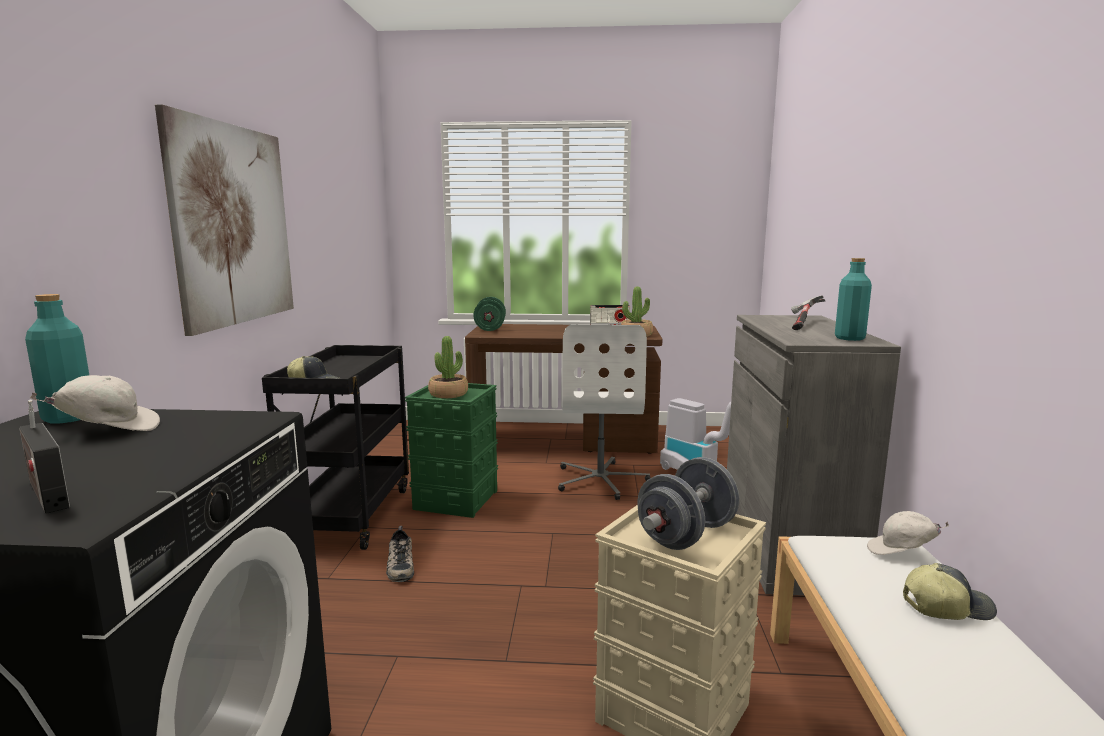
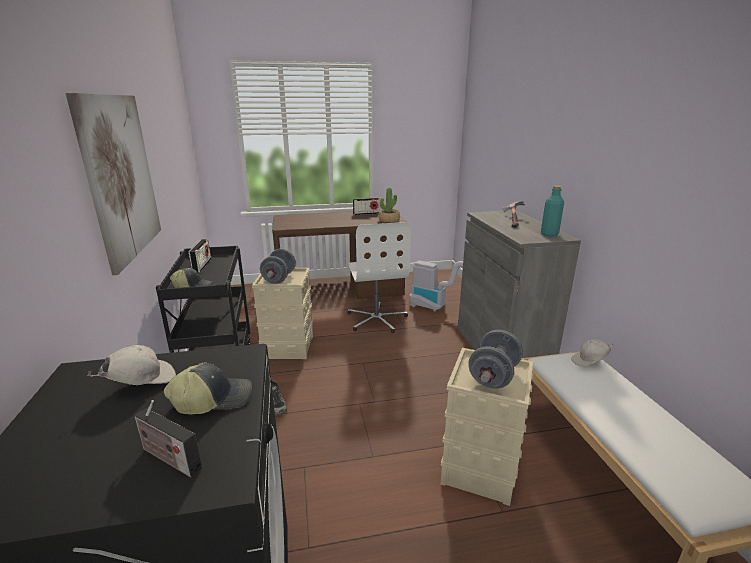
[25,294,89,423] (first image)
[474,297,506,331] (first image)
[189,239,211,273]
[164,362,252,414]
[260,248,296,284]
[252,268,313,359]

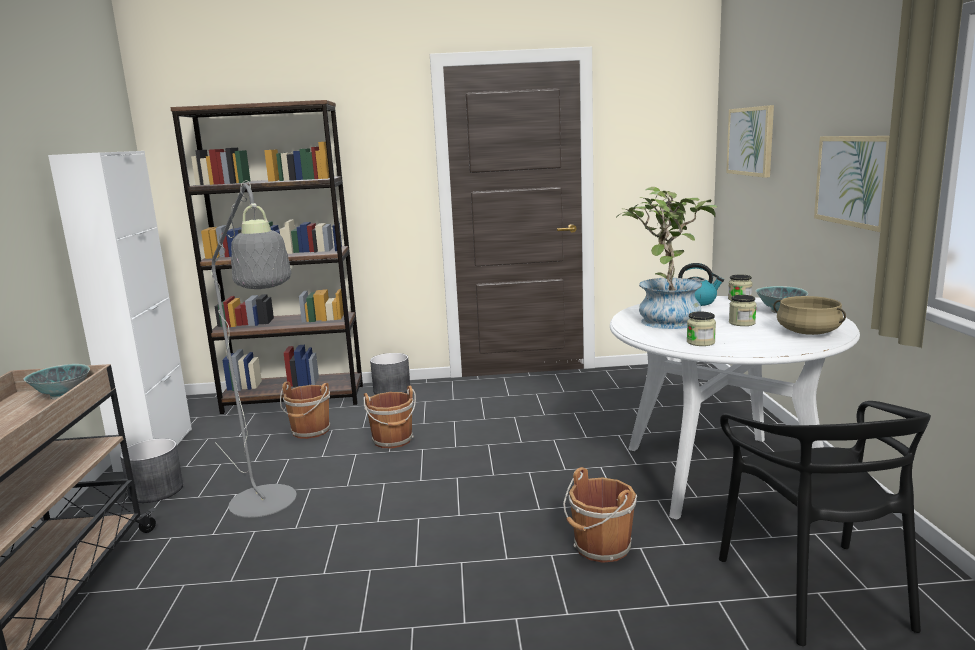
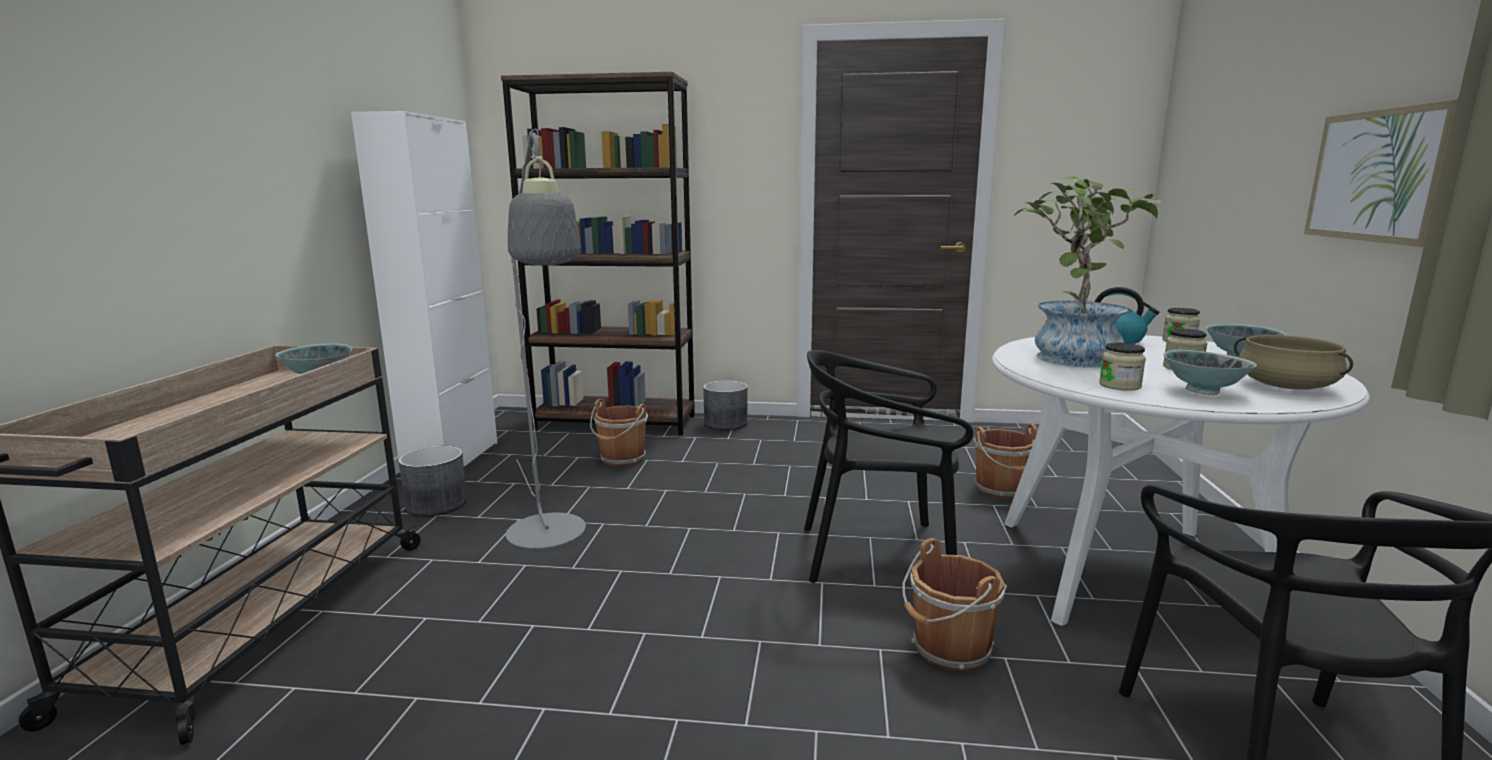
[726,105,774,178] (first image)
[804,350,973,583]
[1163,350,1257,395]
[974,424,1038,499]

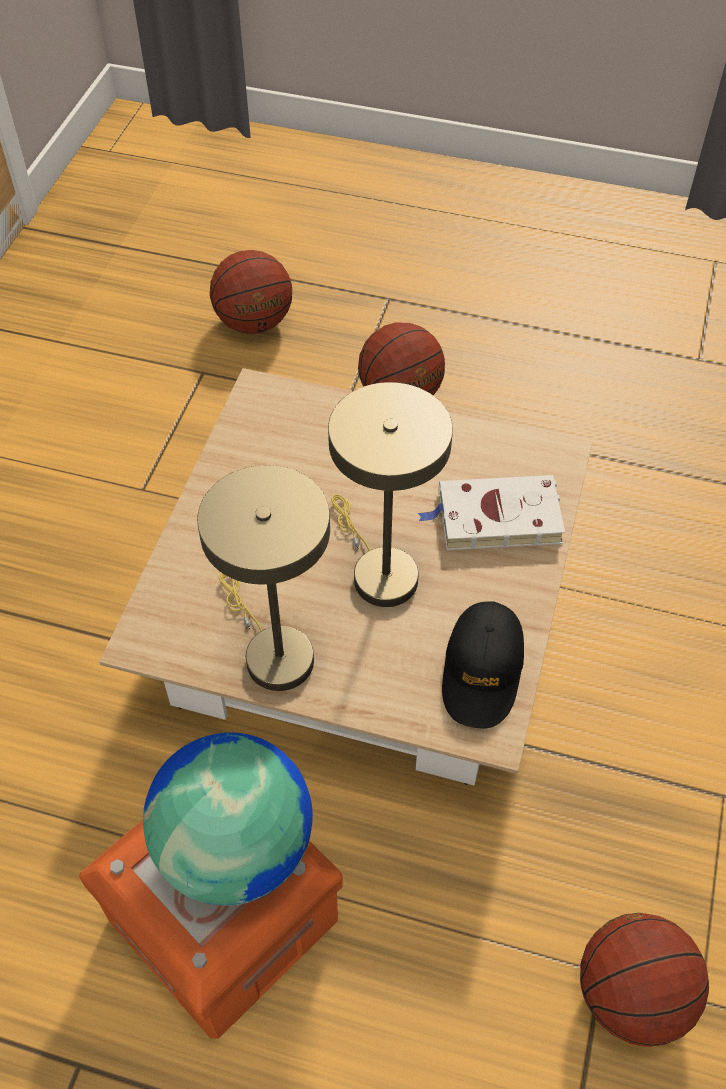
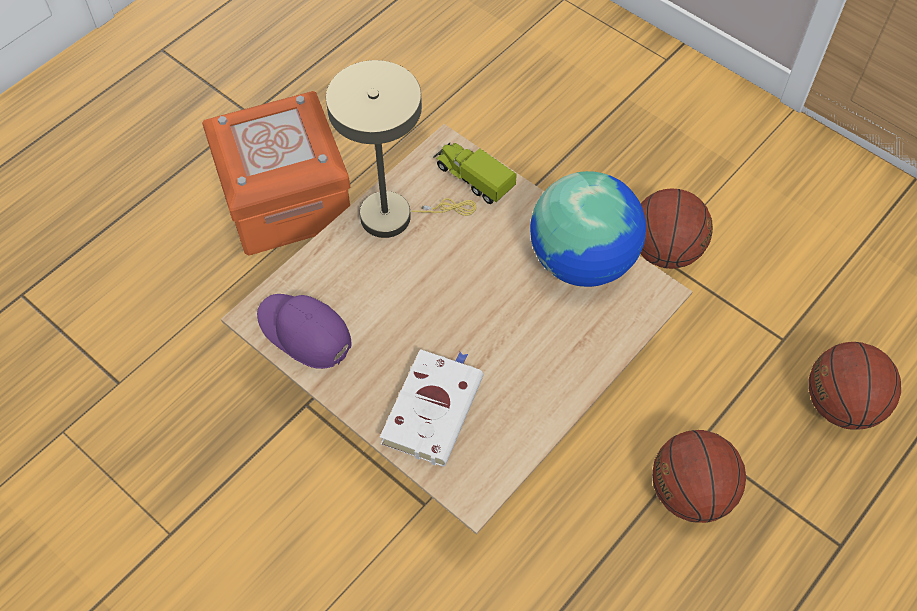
[328,382,453,607] (first image)
[433,143,517,204]
[530,171,646,287]
[640,188,713,269]
[257,294,351,369]

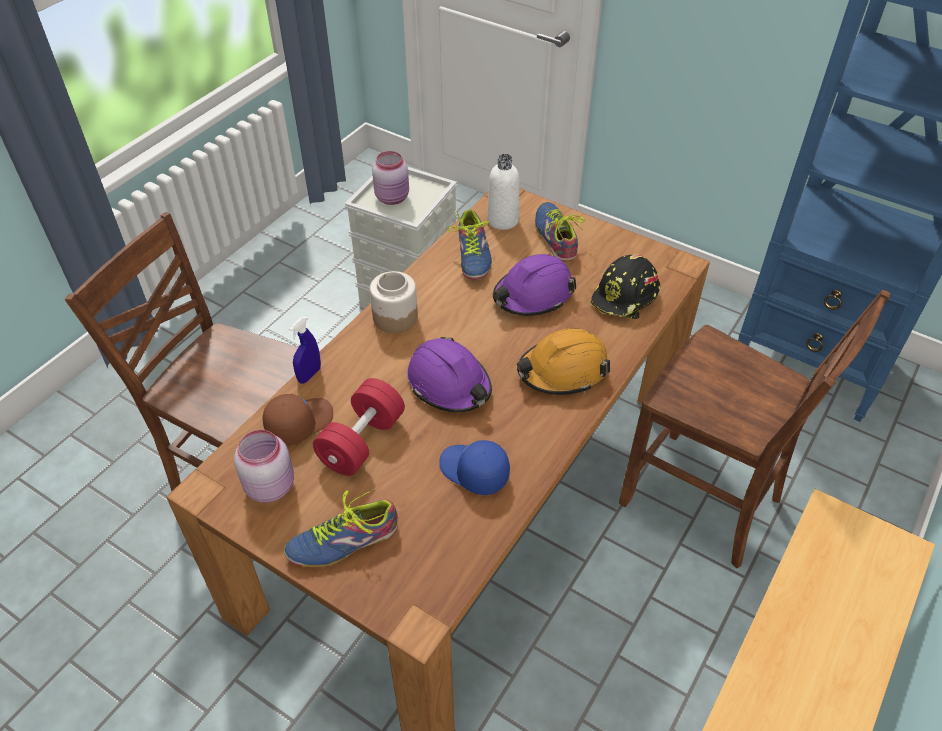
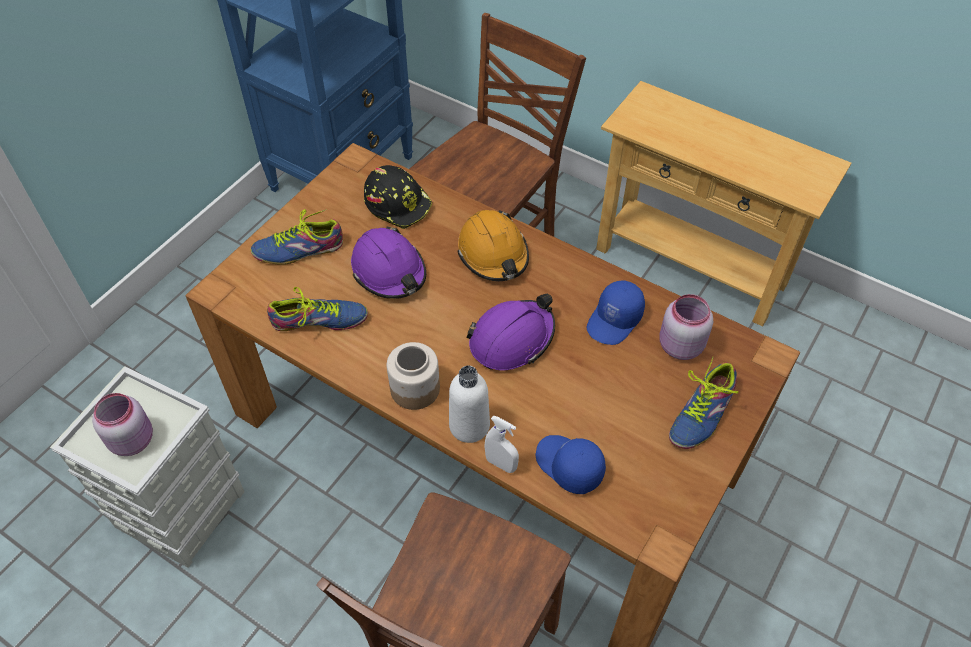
[313,378,405,476] (first image)
[659,294,713,360]
[449,366,490,443]
[536,435,606,494]
[484,416,519,473]
[669,357,739,449]

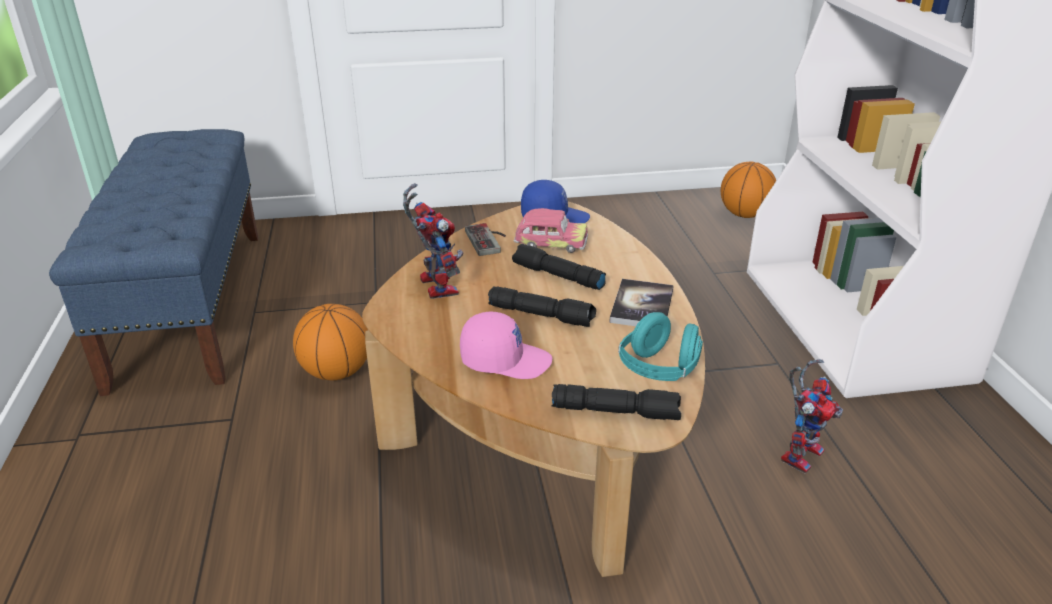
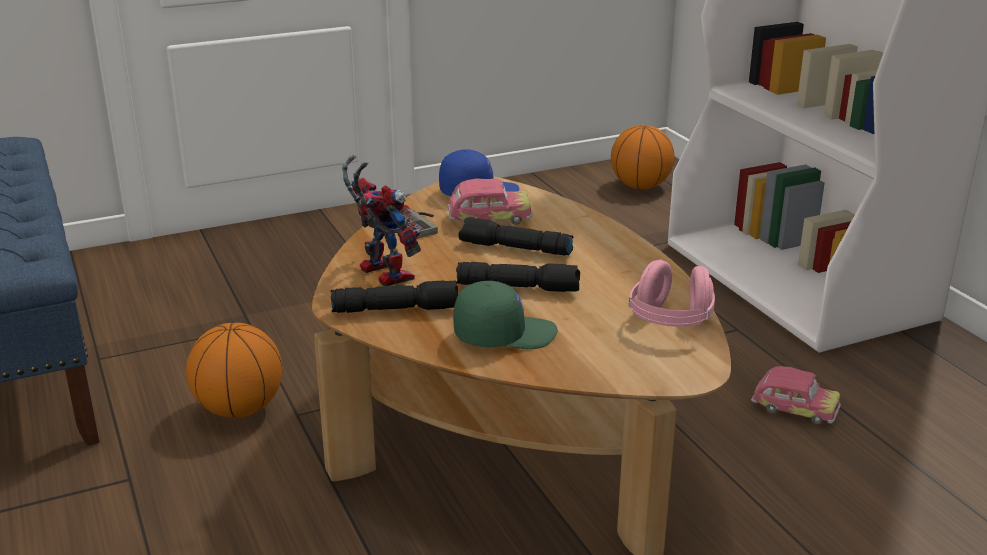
[609,279,674,326] (first image)
[331,280,458,313]
[751,366,841,425]
[453,281,558,349]
[629,260,715,327]

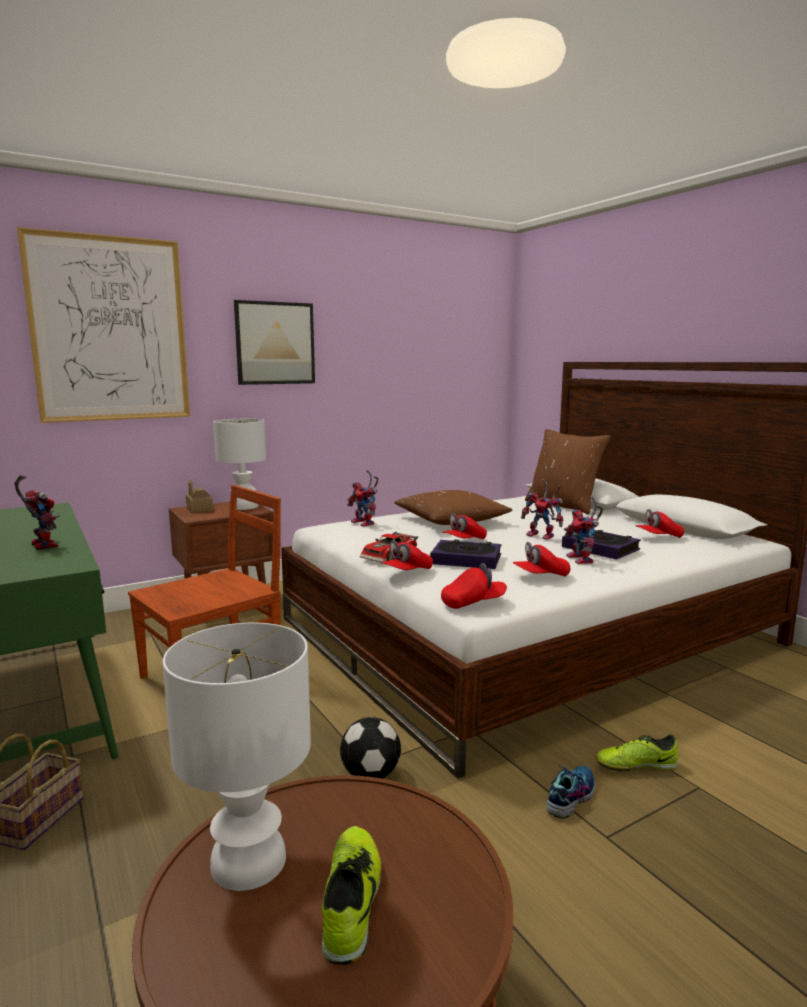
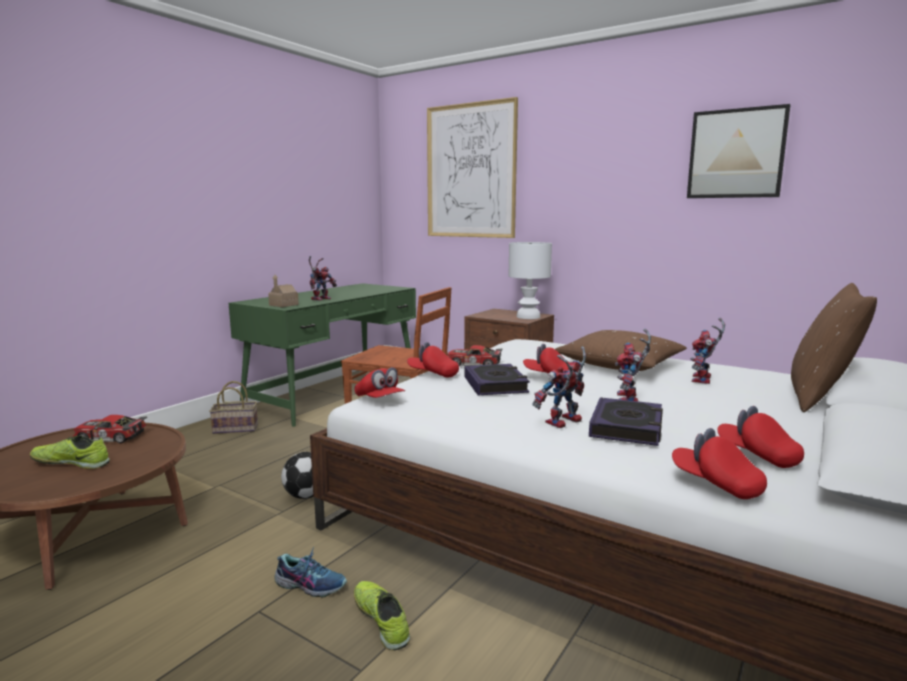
[268,275,299,307]
[687,104,791,198]
[691,318,725,384]
[672,428,767,499]
[73,415,147,443]
[30,436,110,469]

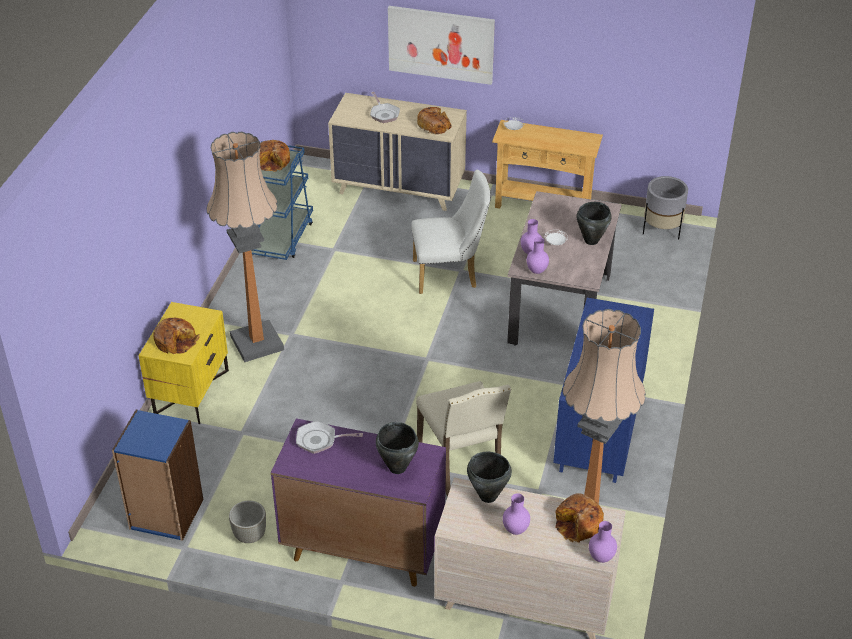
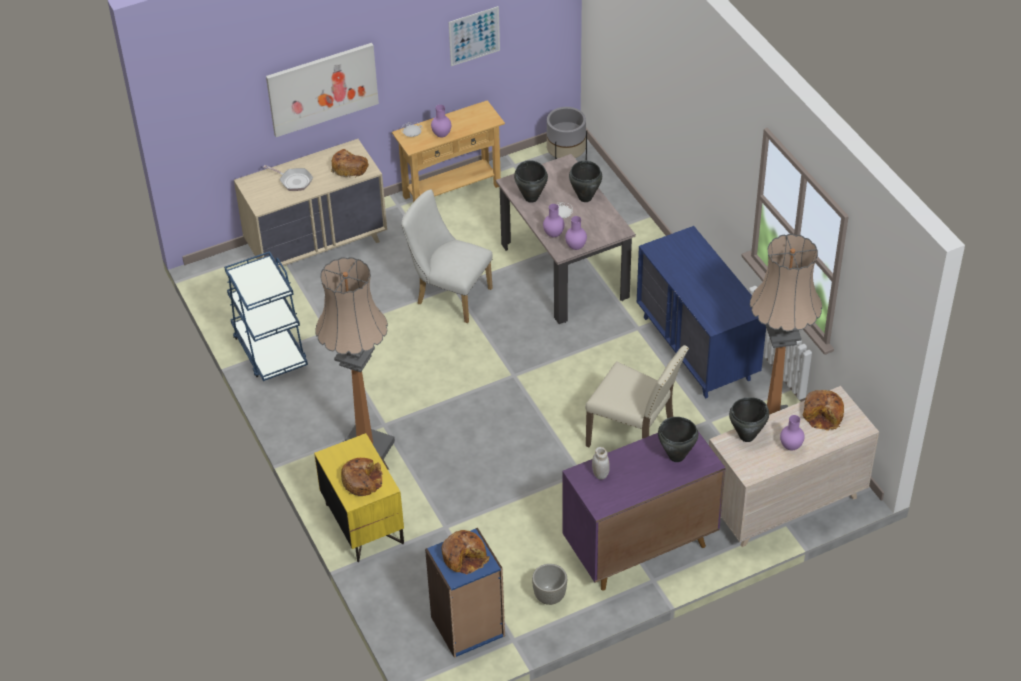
[449,6,500,66]
[514,160,548,203]
[442,530,490,574]
[431,105,451,138]
[592,447,610,480]
[401,189,493,323]

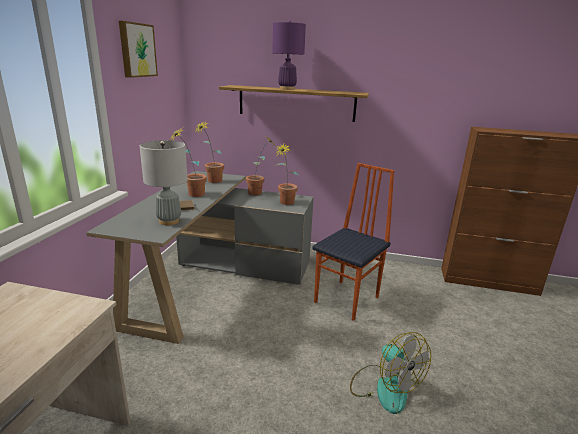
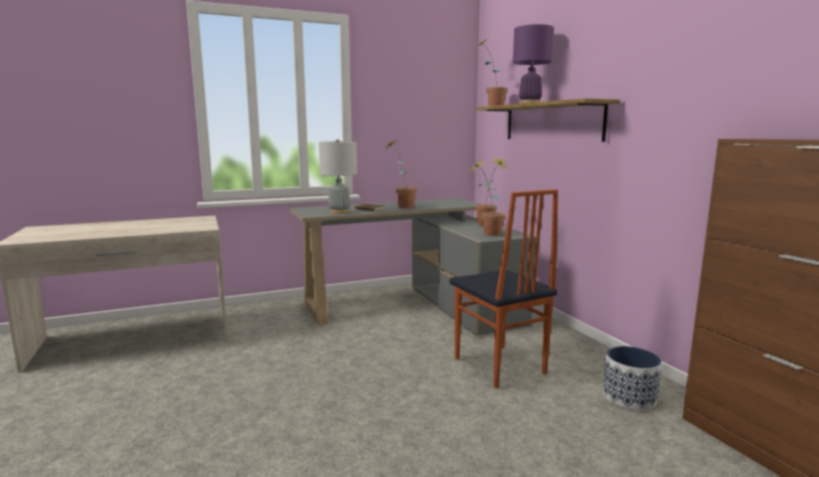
[119,21,158,78] (first image)
[350,332,431,414] (first image)
[603,346,662,411]
[477,38,508,106]
[450,189,558,388]

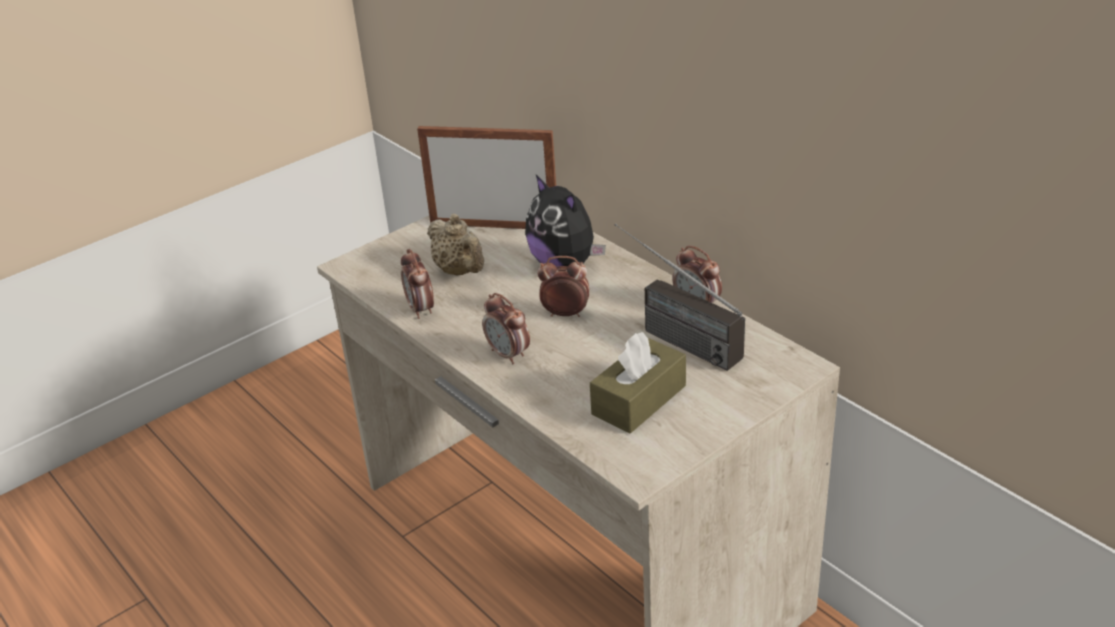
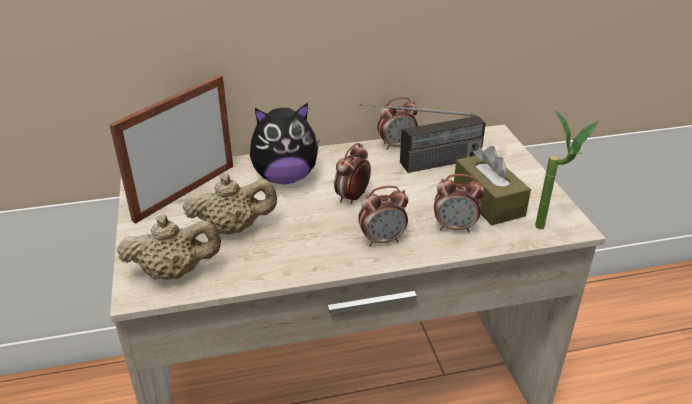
[117,215,221,280]
[535,110,598,229]
[434,174,484,233]

